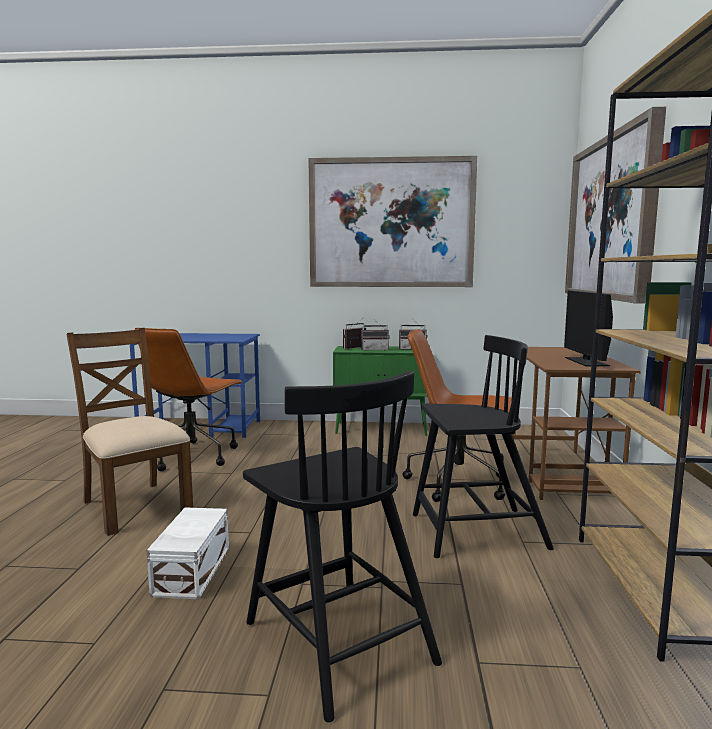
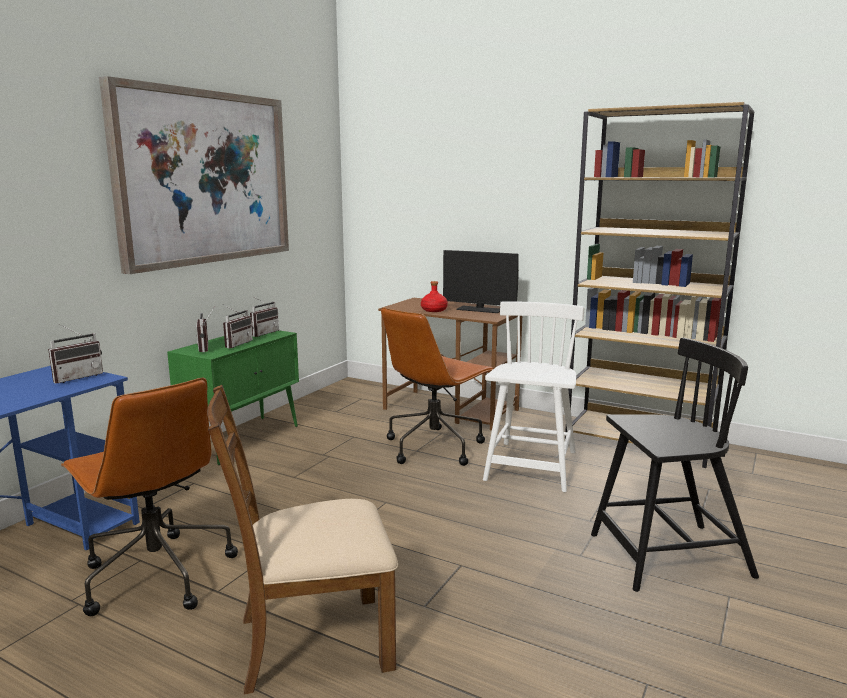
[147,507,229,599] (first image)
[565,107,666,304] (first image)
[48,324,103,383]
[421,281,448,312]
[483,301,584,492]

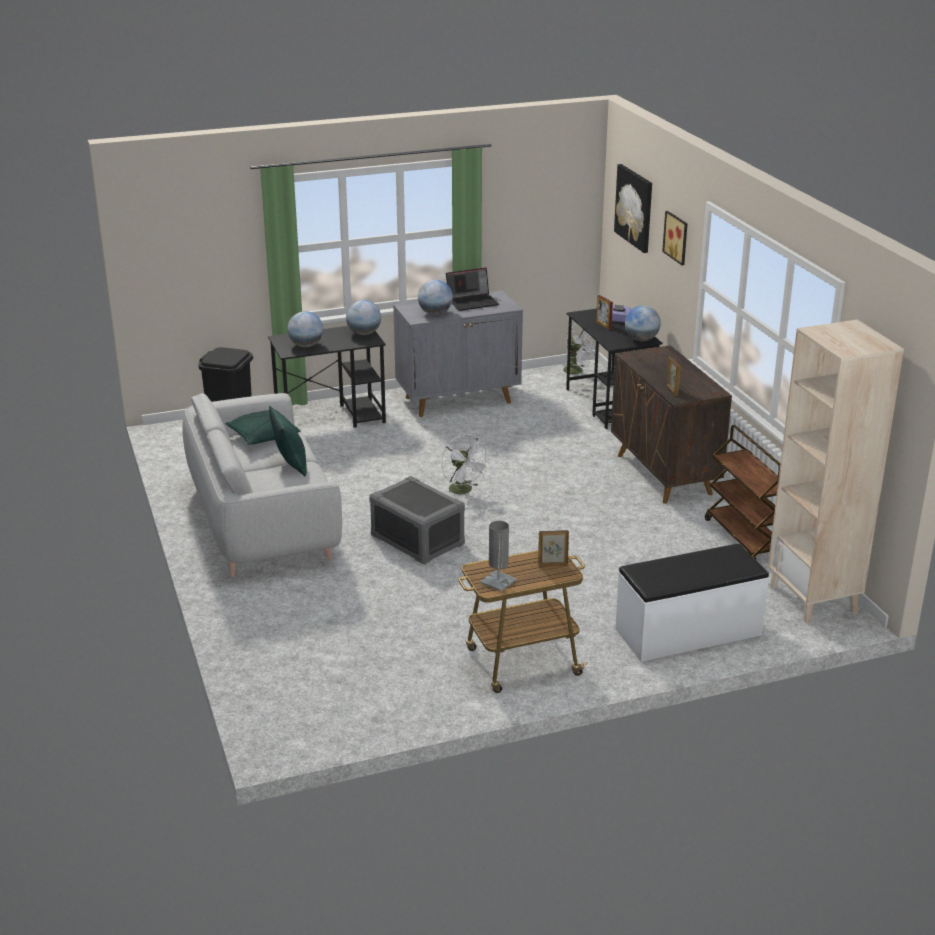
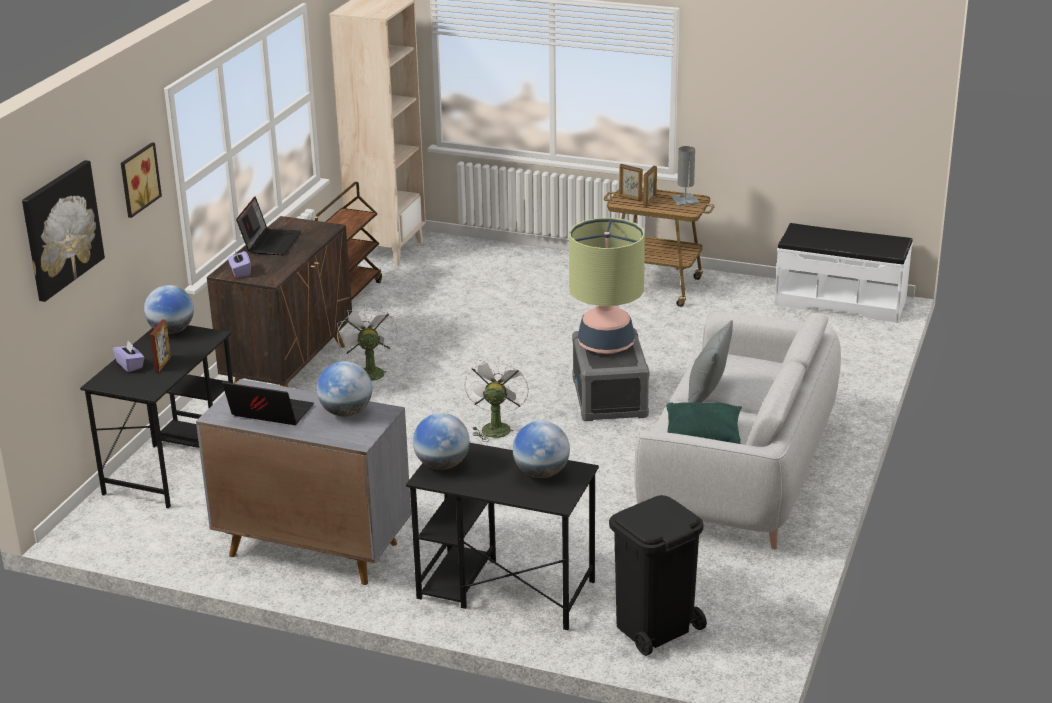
[228,251,251,278]
[236,197,301,255]
[569,218,645,354]
[337,305,398,381]
[774,223,913,323]
[643,166,657,207]
[688,320,733,402]

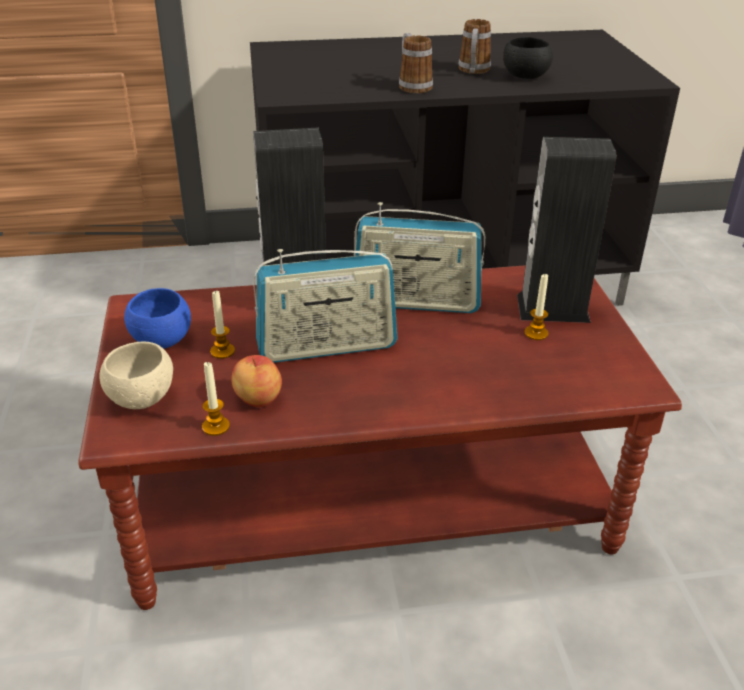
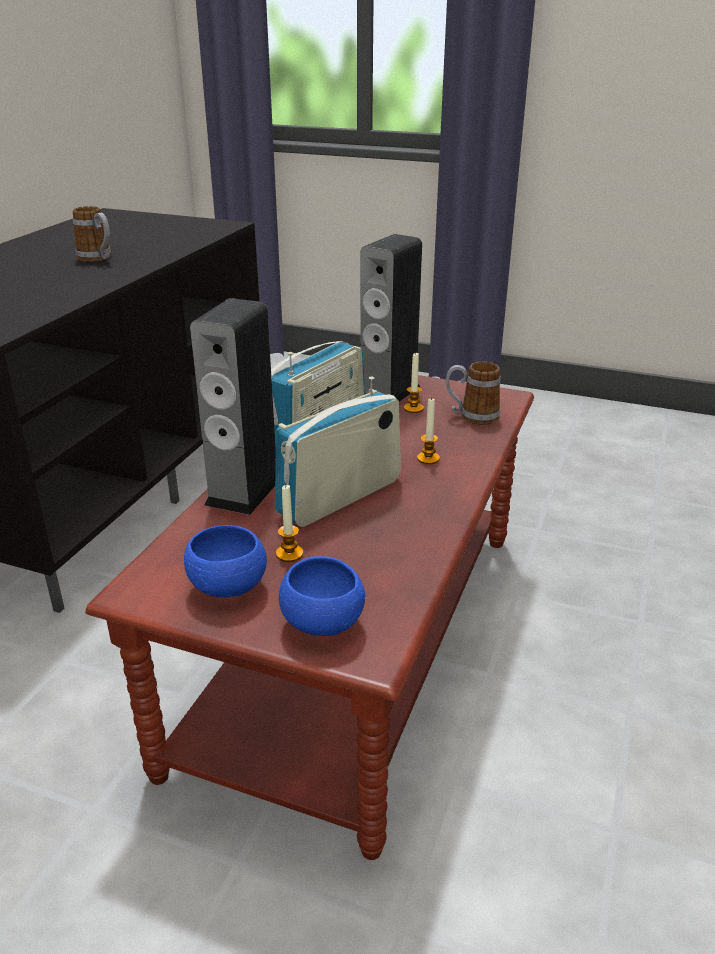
[231,355,282,407] (first image)
[503,37,553,79] (first image)
[417,397,440,464]
[446,361,501,425]
[279,556,365,636]
[275,376,401,527]

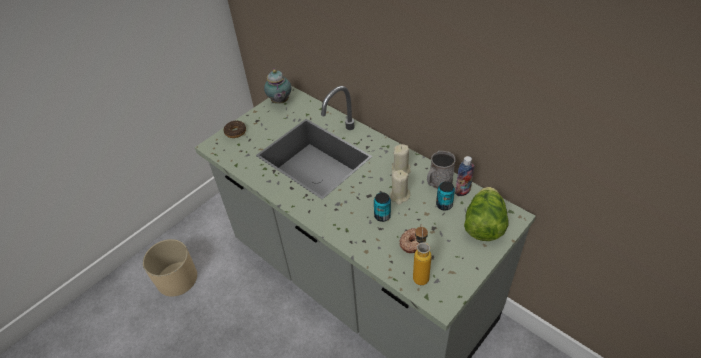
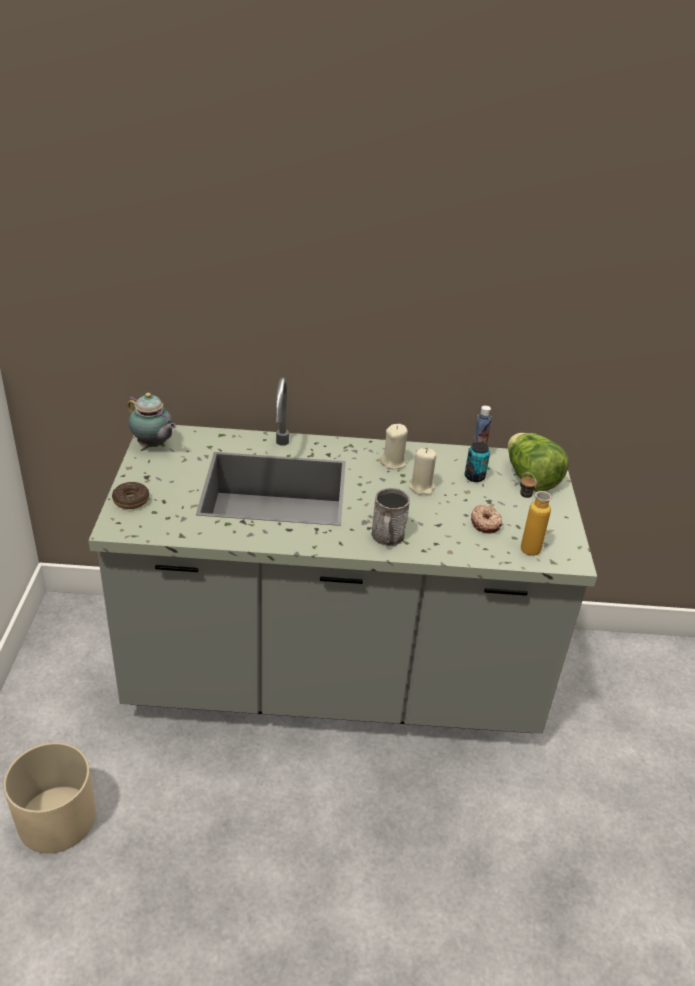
[374,192,391,222] (first image)
[371,488,410,546]

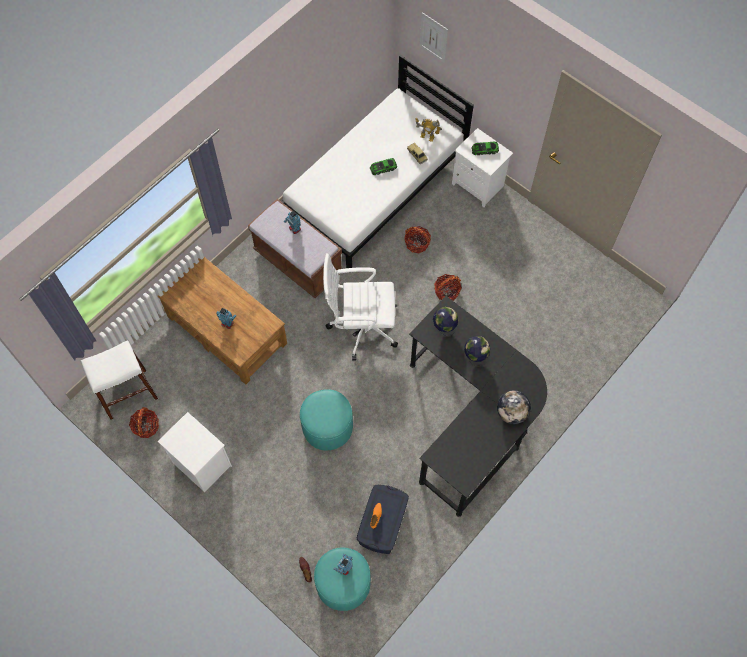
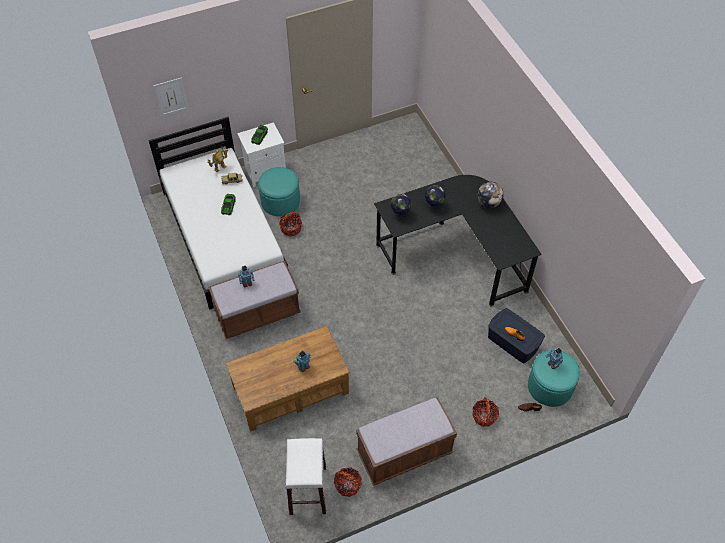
[323,253,398,360] (first image)
[258,167,300,216]
[473,397,499,427]
[356,398,457,486]

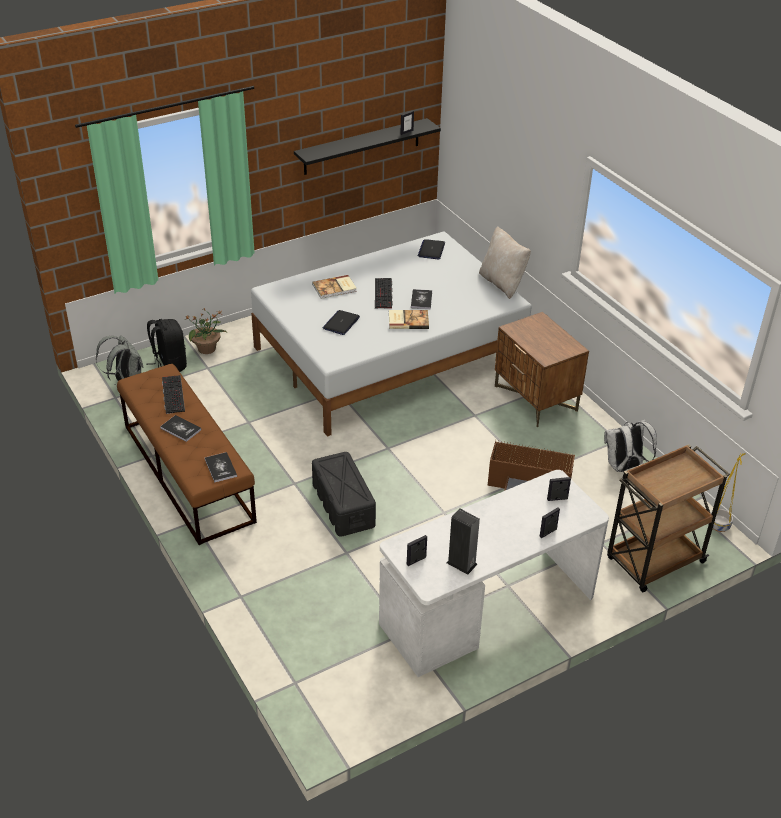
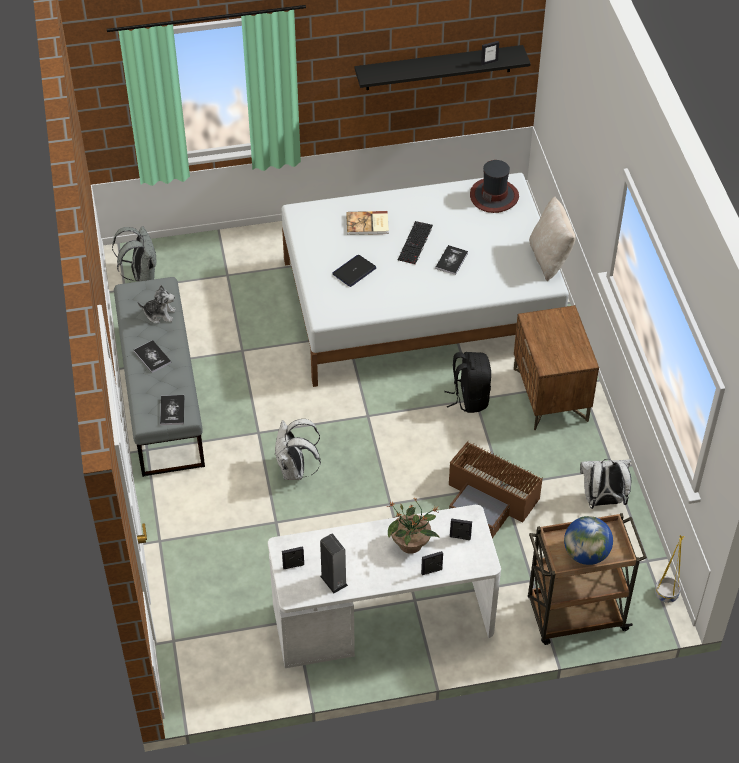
[389,310,429,329] (first image)
[564,516,613,565]
[444,352,491,413]
[387,499,439,554]
[138,285,176,324]
[275,419,321,480]
[470,160,519,213]
[114,277,205,477]

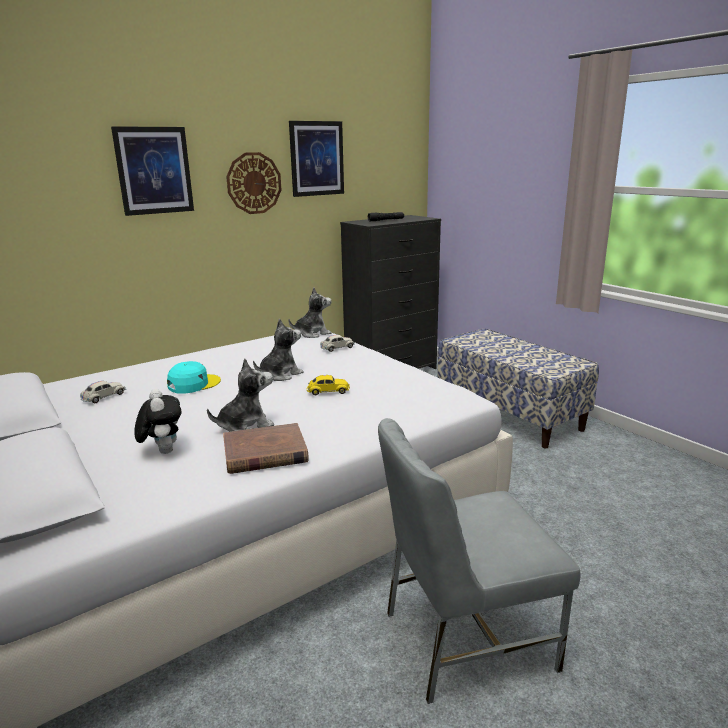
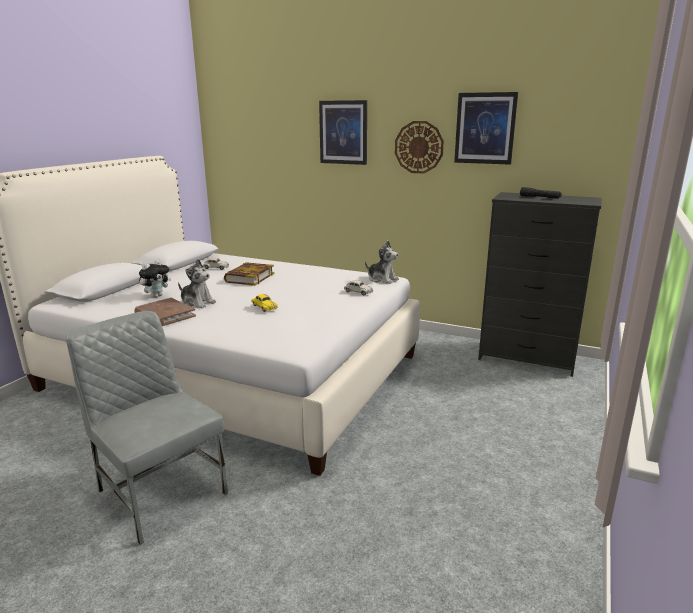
[253,318,303,381] (first image)
[438,328,599,448] (first image)
[224,262,274,286]

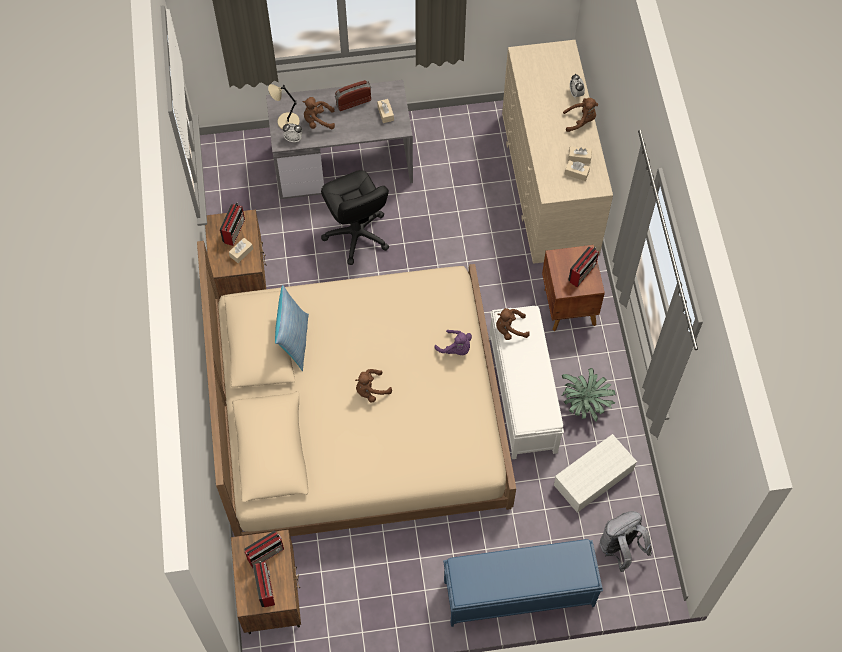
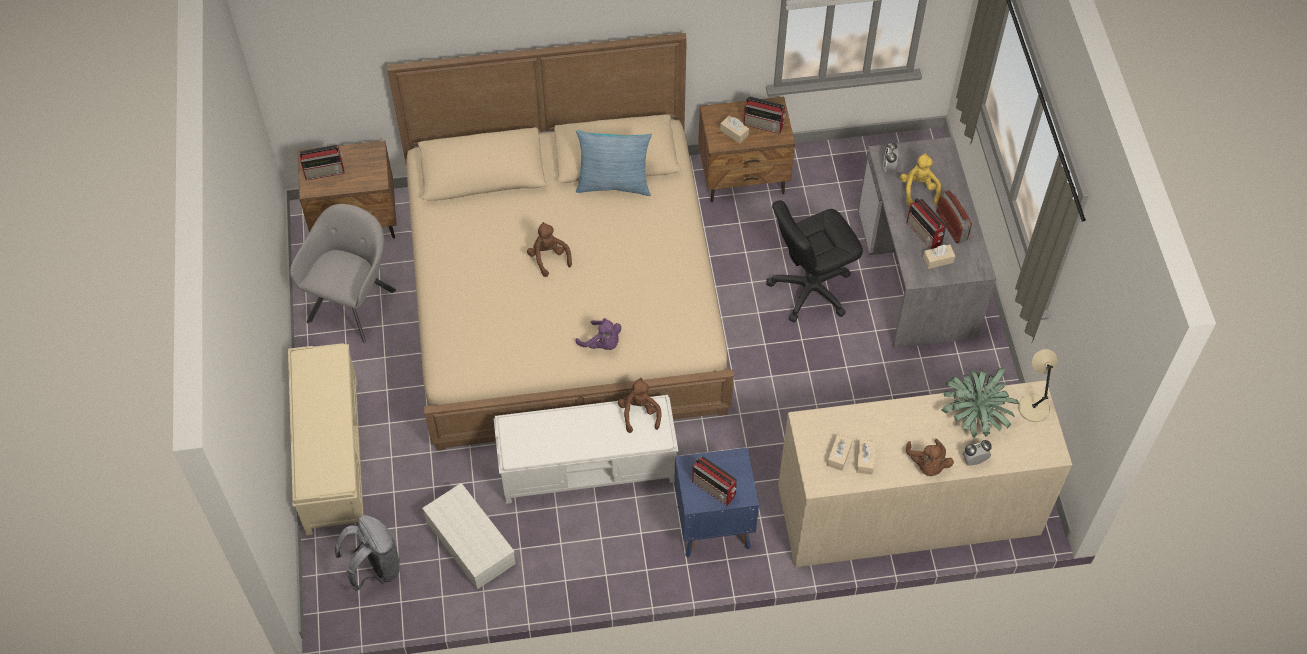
[290,204,396,343]
[906,198,947,249]
[1018,349,1058,422]
[941,368,1020,438]
[900,153,941,206]
[288,343,363,535]
[674,447,759,557]
[576,318,621,350]

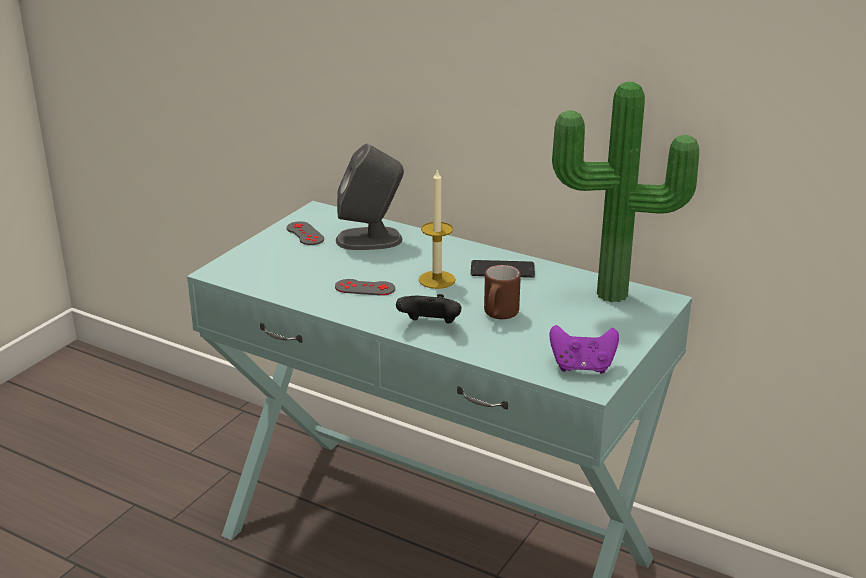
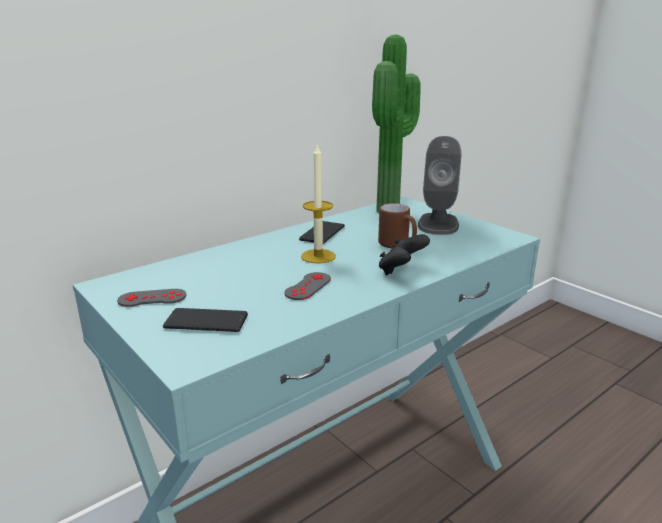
[549,325,619,374] (first image)
[163,308,248,332]
[418,136,462,235]

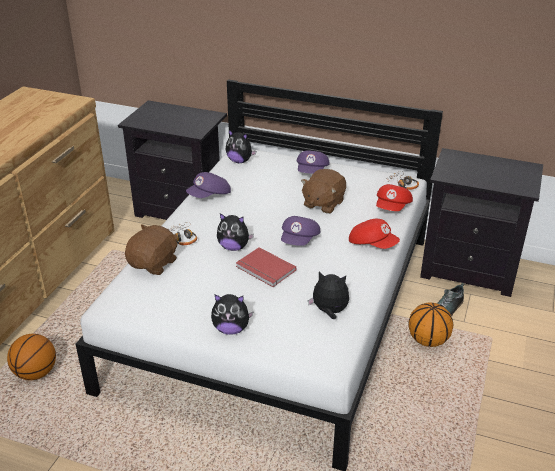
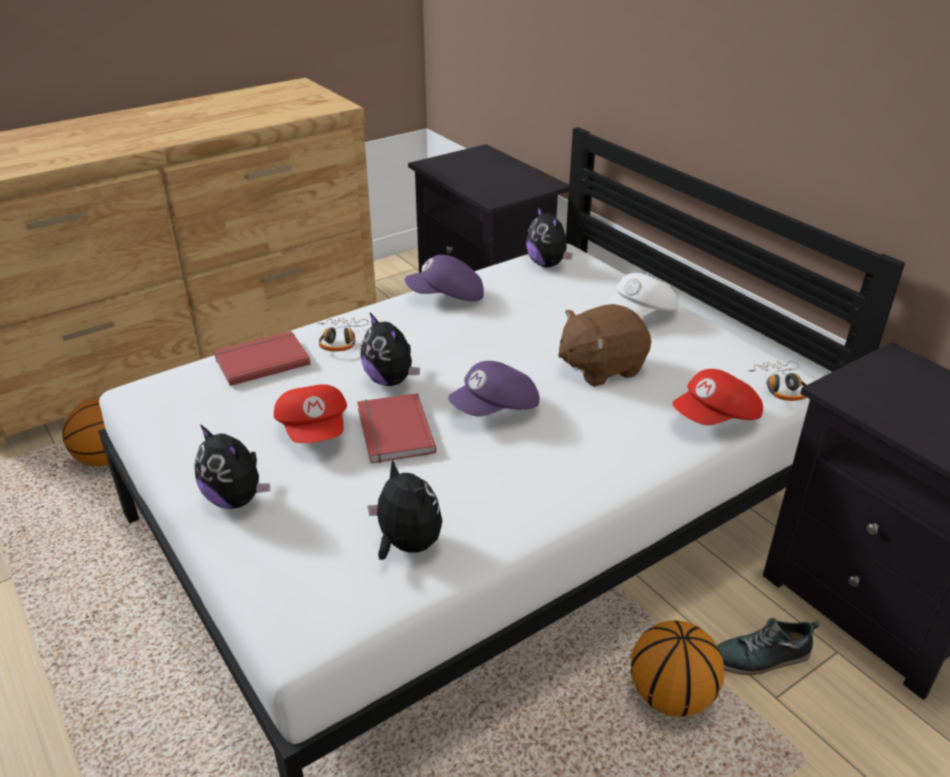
[274,384,347,443]
[214,331,310,386]
[606,273,678,317]

